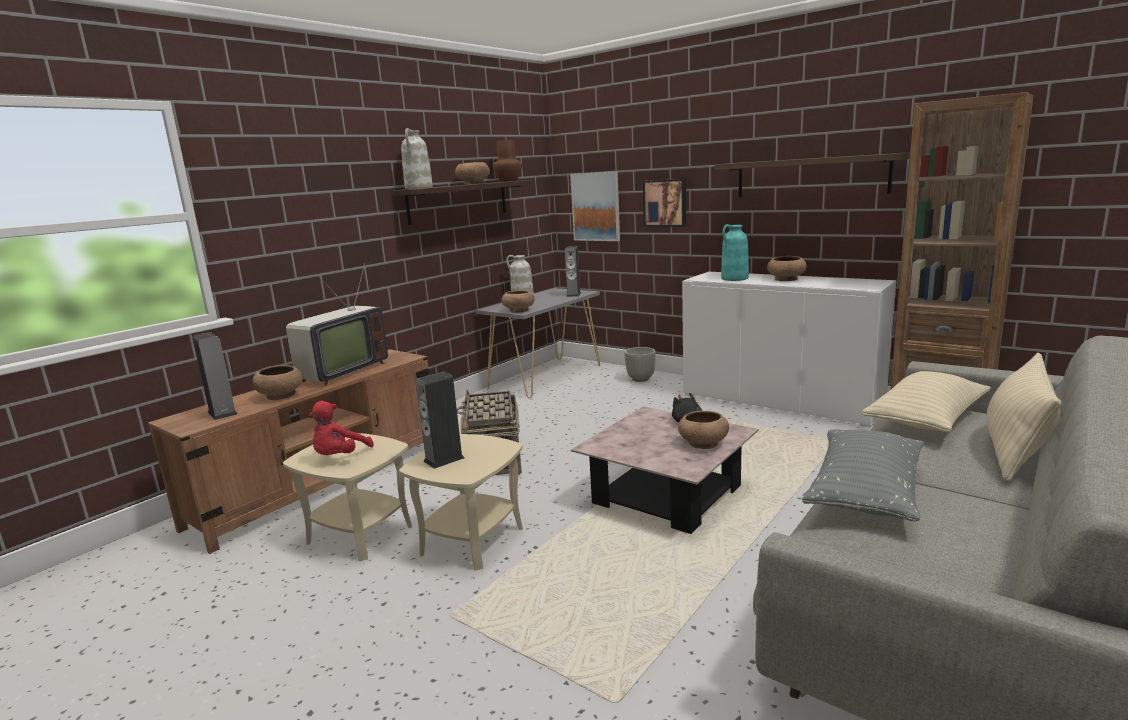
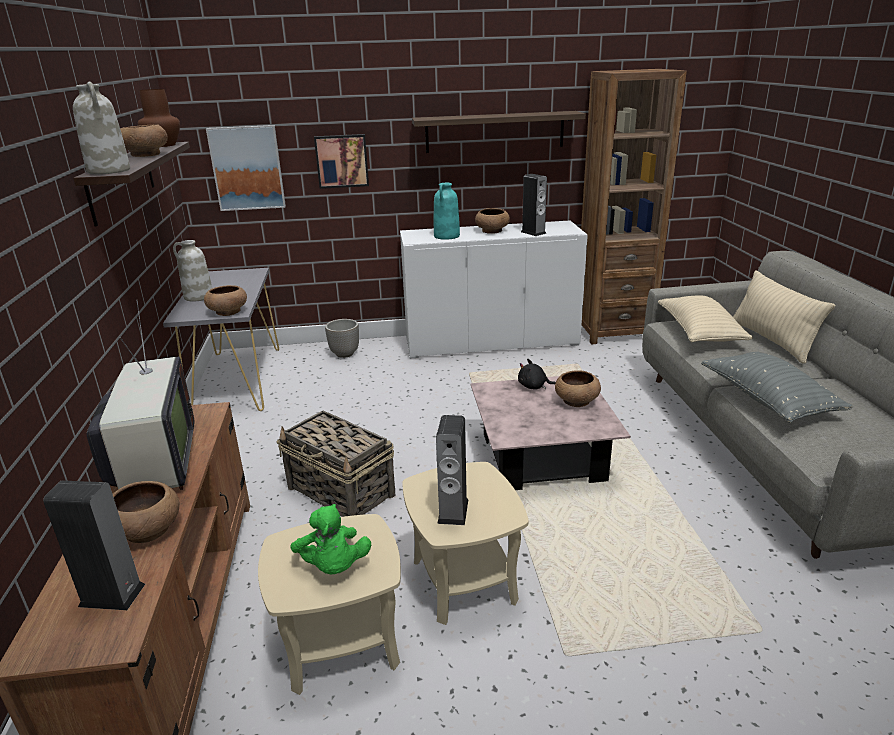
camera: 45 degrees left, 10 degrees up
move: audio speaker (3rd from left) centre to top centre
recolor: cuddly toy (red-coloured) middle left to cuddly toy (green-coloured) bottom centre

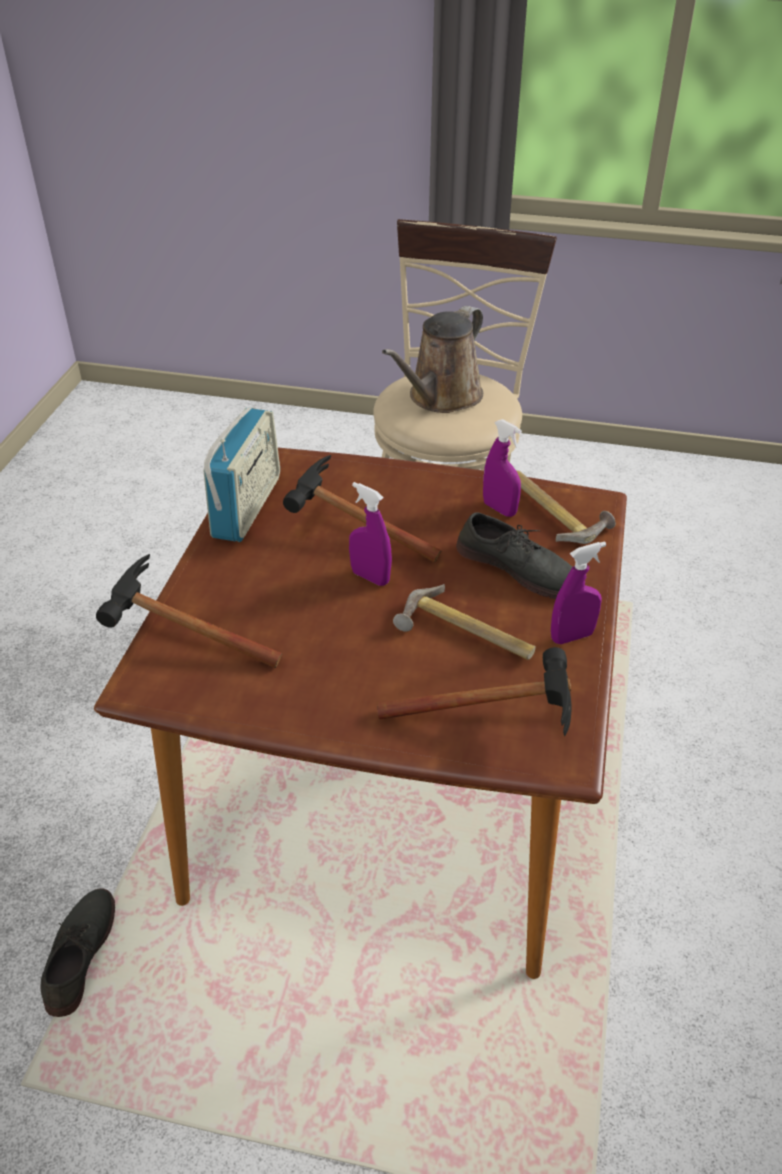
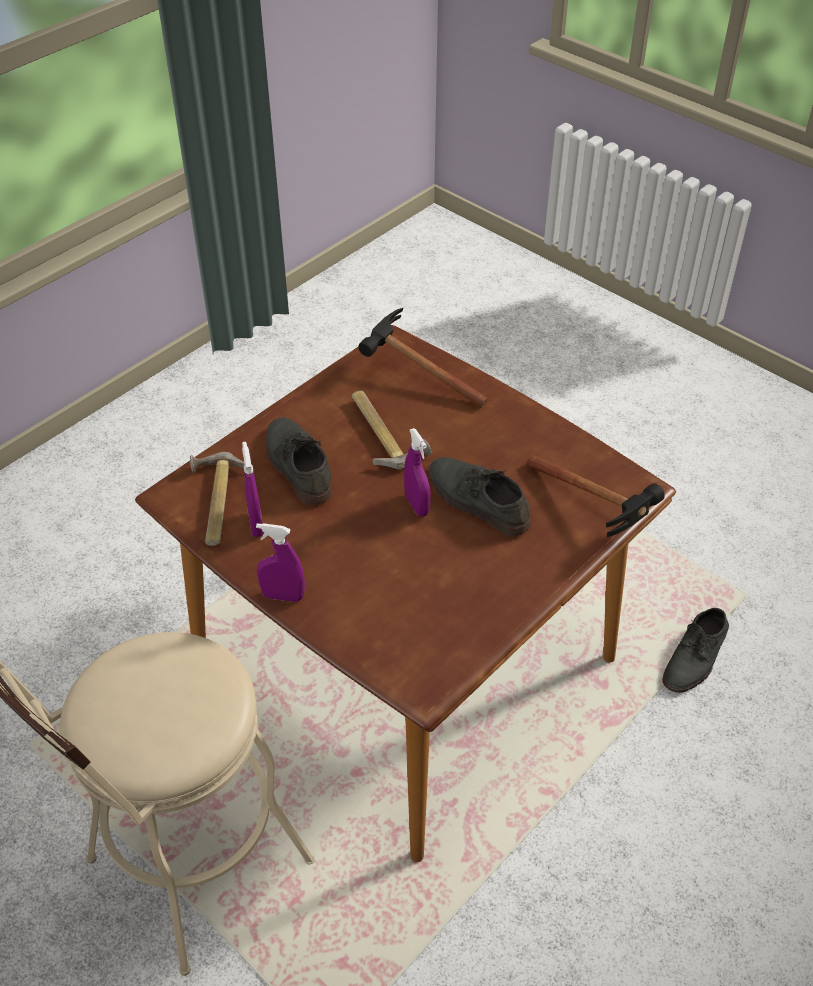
camera: 150 degrees left, 5 degrees up
delete: radio set middle left; hand hammer (2nd from left) centre; sprinkling can (brown-coloured) top centre
insert: item of footwear (grey) (2nd from left) centre
move: sprayer (purplish) (3rd from left in the first image) middle right to sprayer (purplish) (2nd from left) centre

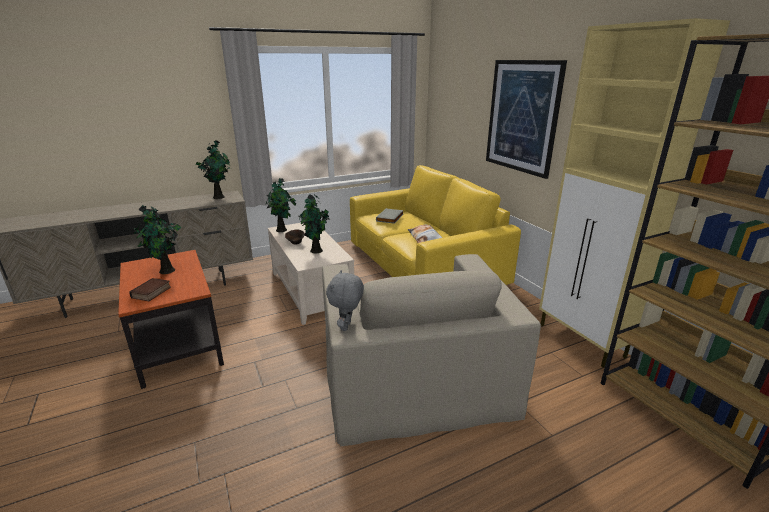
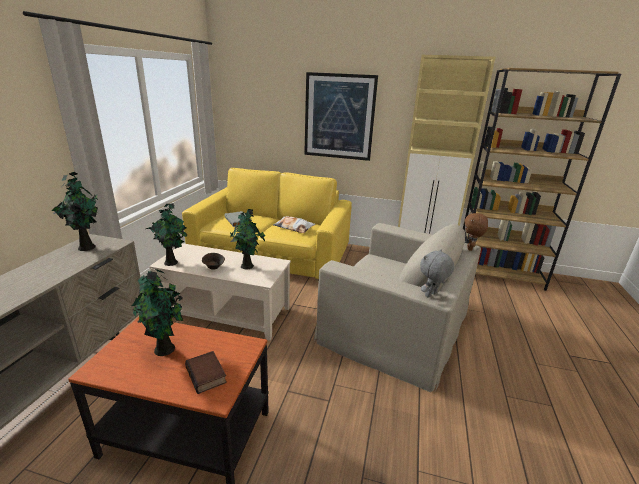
camera: 50 degrees left, 0 degrees up
insert: cuddly toy (brown-coloured) middle right
rotate: cuddly toy (grey) centre = middle right 90 degrees clockwise

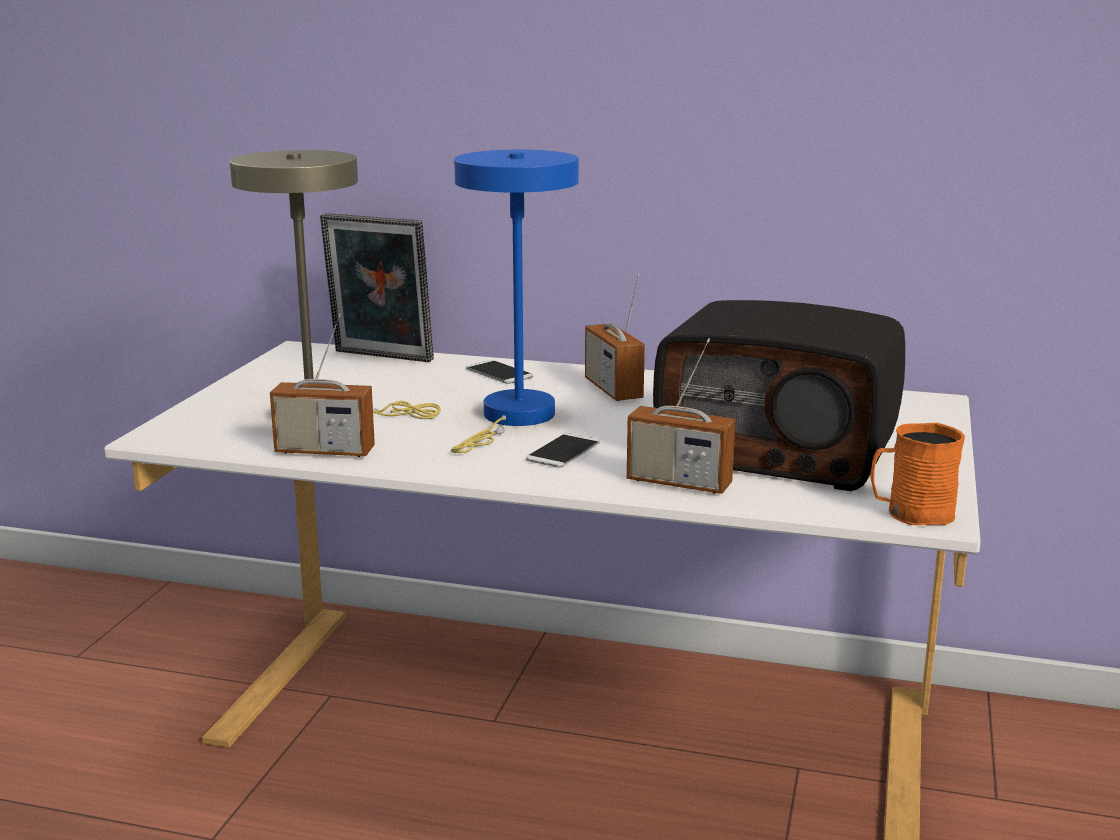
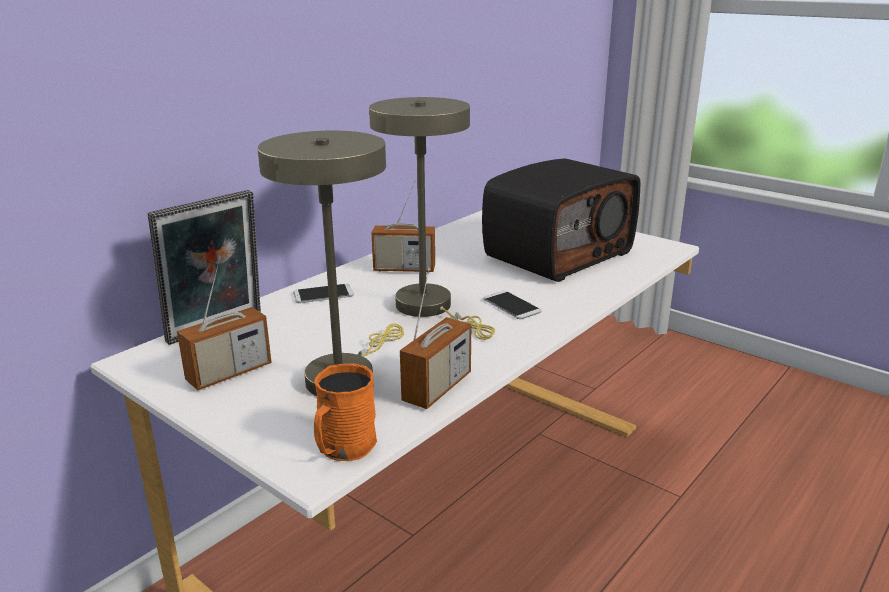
camera: 65 degrees left, 5 degrees up
move: radio set (3rd from left in the first image) centre to radio set (1st from left) middle left; mug (orange-coloured) middle right to bottom centre
recolor: tabletop lamp (bluish) centre to tabletop lamp (beige-coloured) (2nd from left) centre

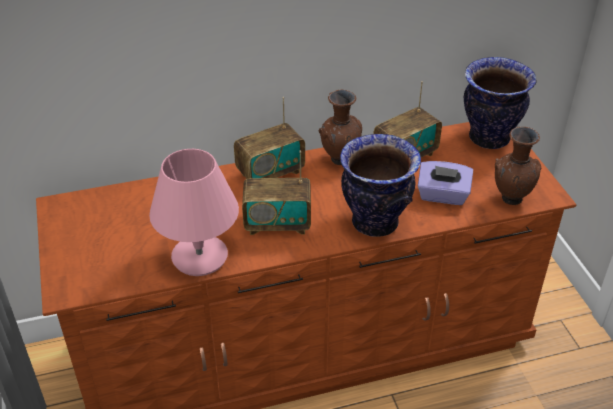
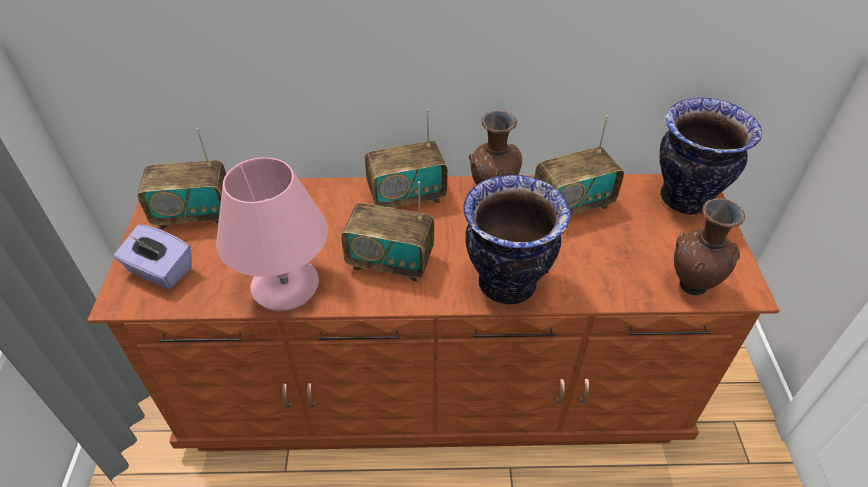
camera: 15 degrees right, 5 degrees up
insert: radio set (1st from left) middle left
move: tissue holder (purplish) middle right to middle left

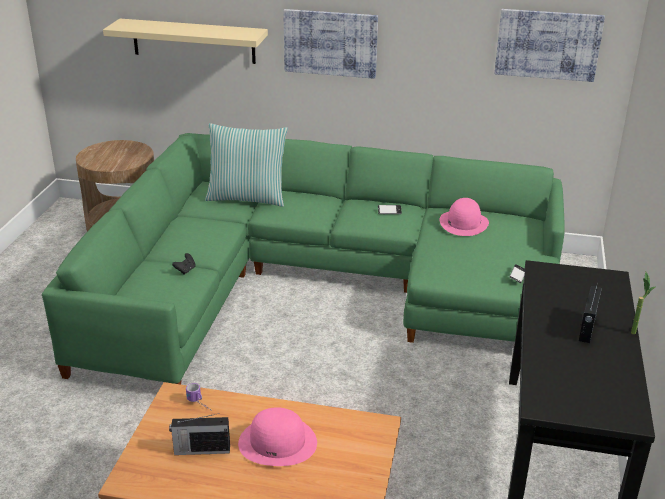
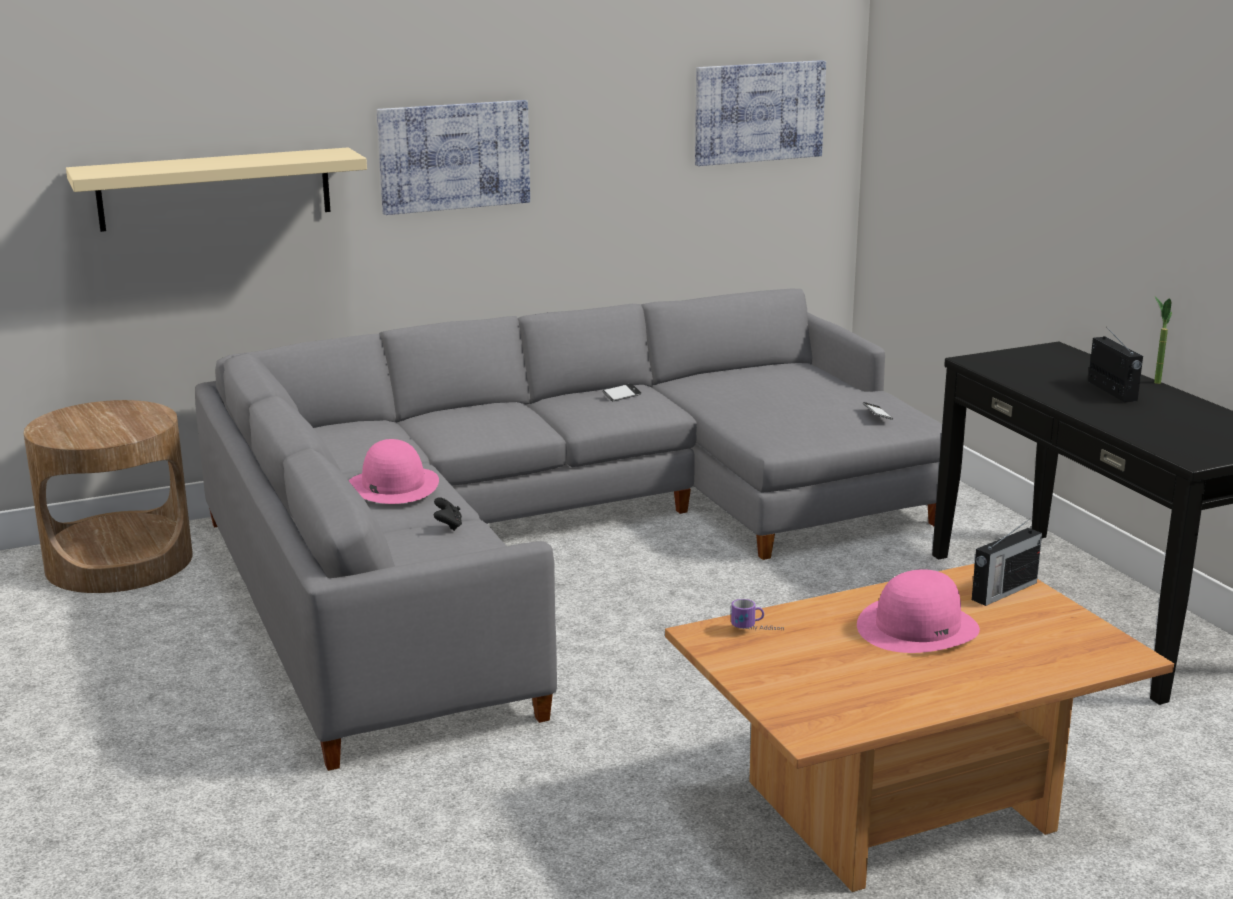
camera: 35 degrees left, 10 degrees down
delete: throw pillow top centre
move: hat (pinkish) (2nd from left in the first image) middle right to hat (pinkish) (1st from left) middle left; radio set (1st from left) bottom left to middle right
recolor: couch (green-coloured) centre to couch (grey) centre

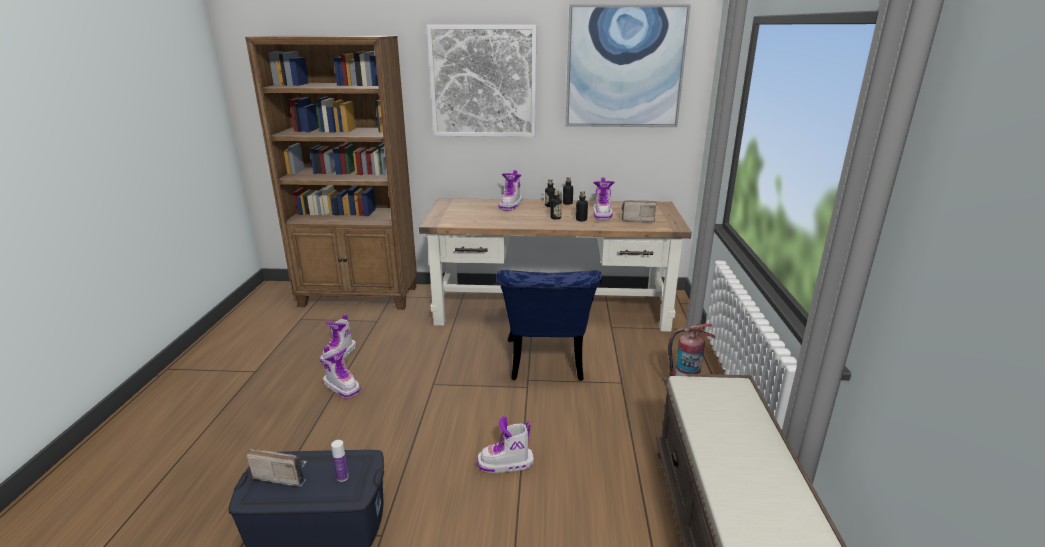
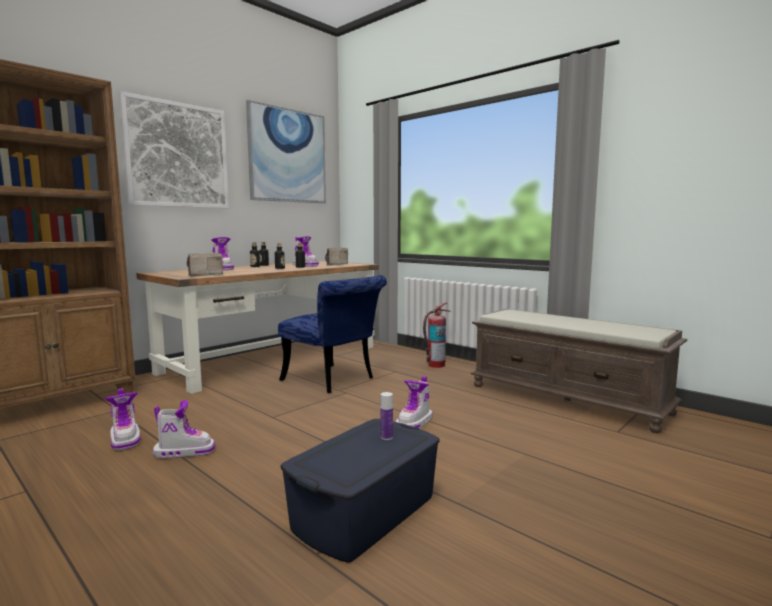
camera: 50 degrees left, 15 degrees down
move: radio set (1st from left) bottom left to middle left

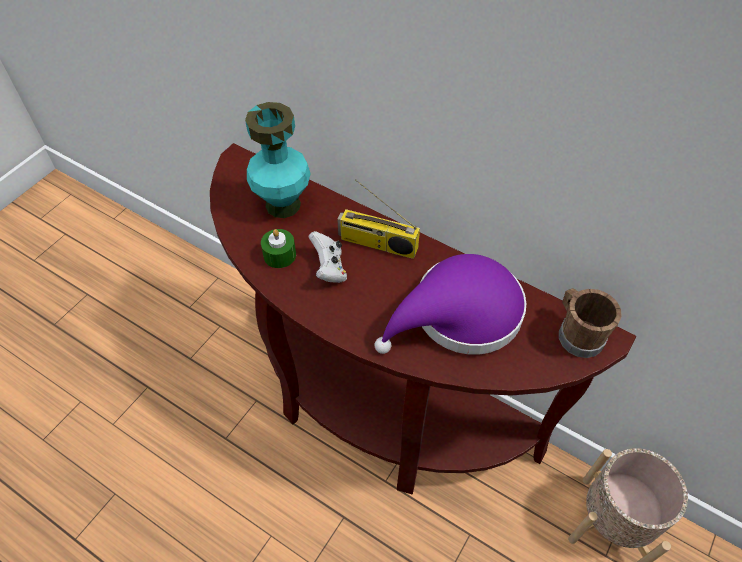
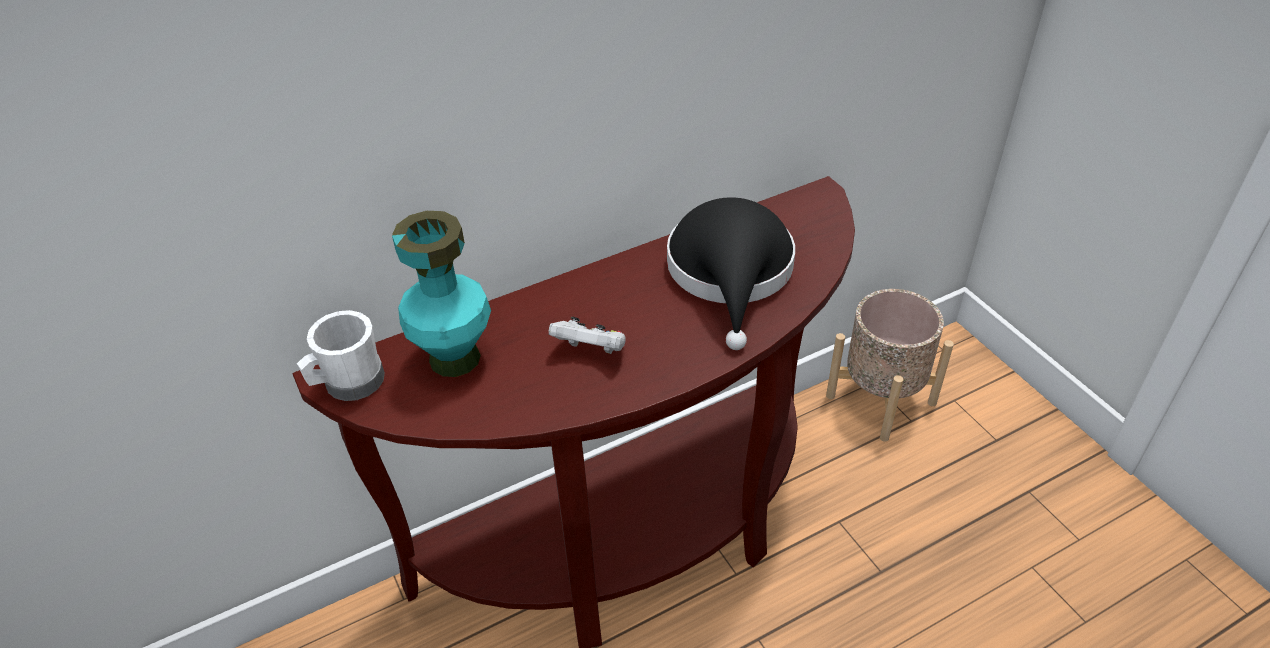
camera: 60 degrees left, 10 degrees down
delete: candle (green-coloured) centre; radio set centre; mug (brown-coloured) middle right
insert: mug (white-coloured) middle left
recolor: hat (purplish) centre to hat (black-coloured) centre

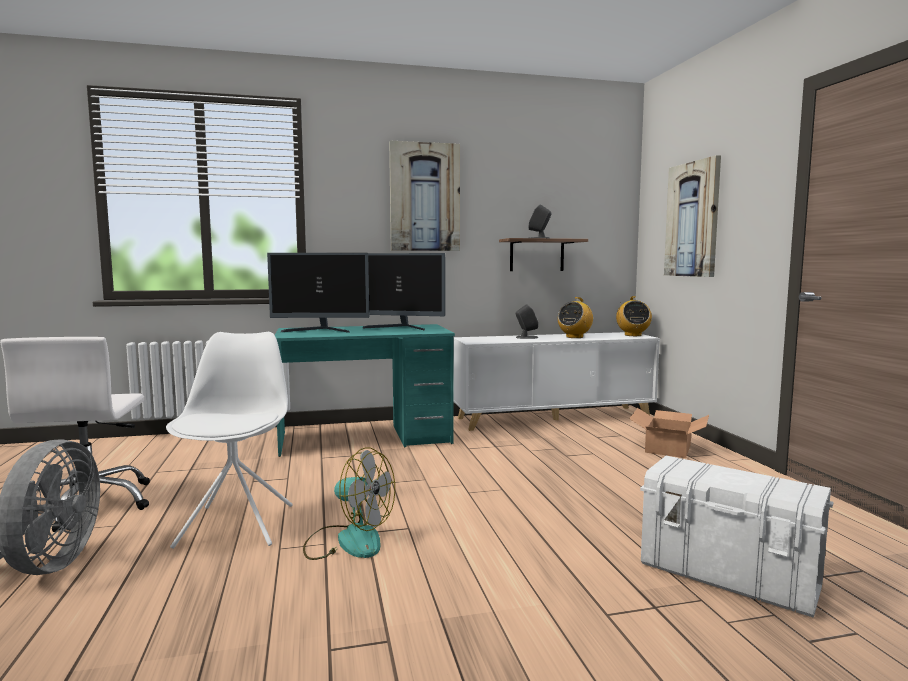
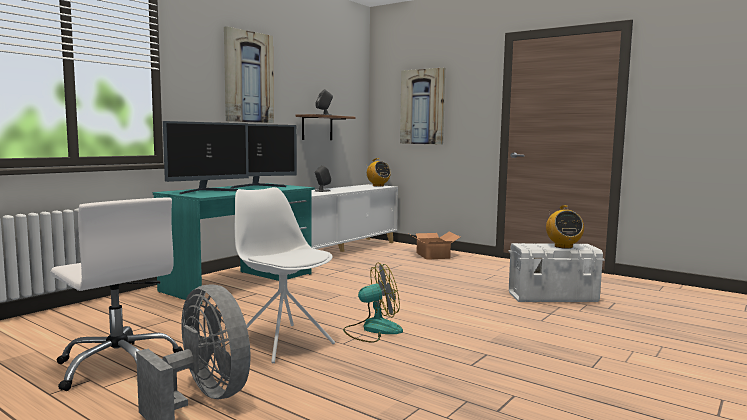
camera: 40 degrees left, 0 degrees up
move: radio set (1st from left in the first image) centre to radio set (2nd from left) middle right

